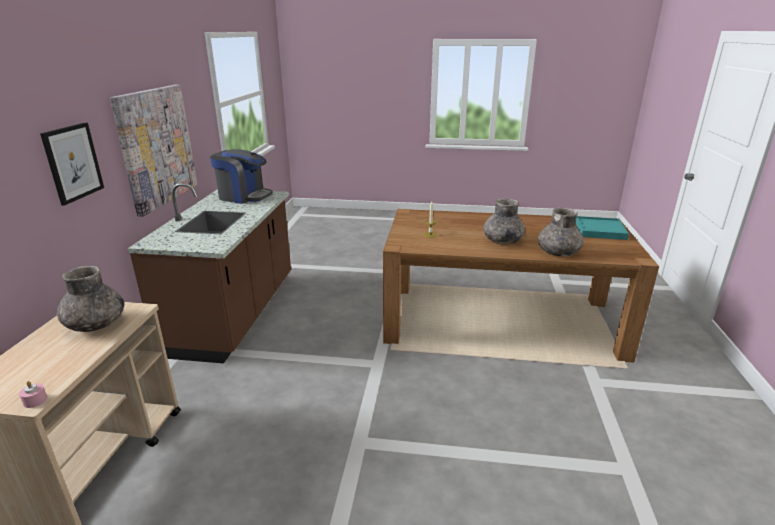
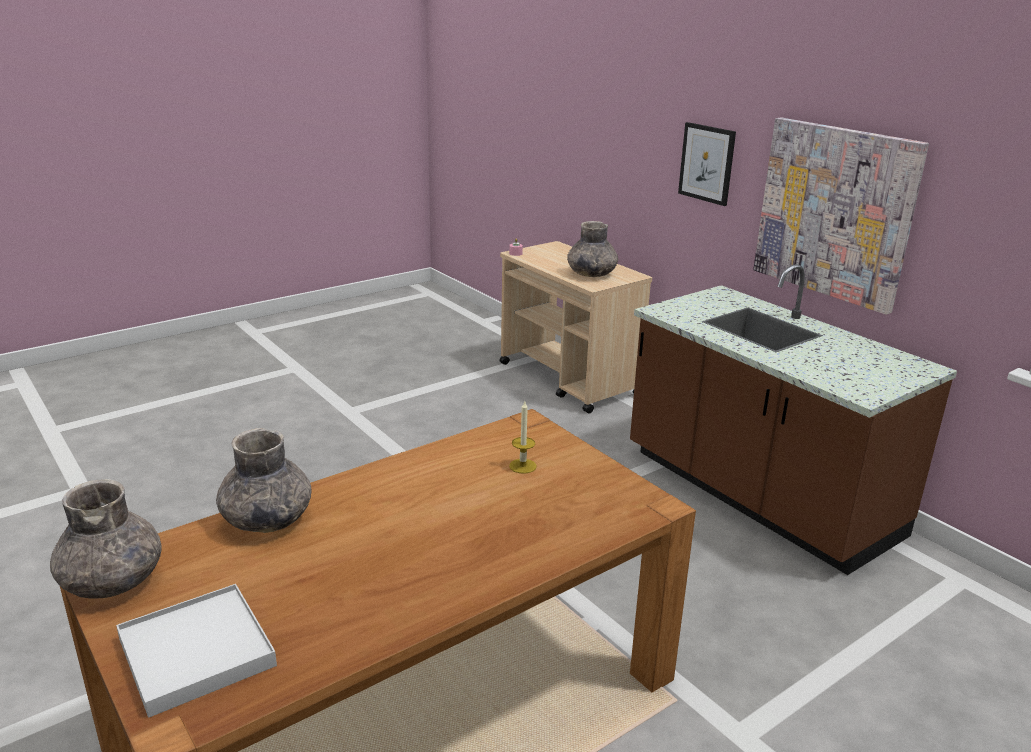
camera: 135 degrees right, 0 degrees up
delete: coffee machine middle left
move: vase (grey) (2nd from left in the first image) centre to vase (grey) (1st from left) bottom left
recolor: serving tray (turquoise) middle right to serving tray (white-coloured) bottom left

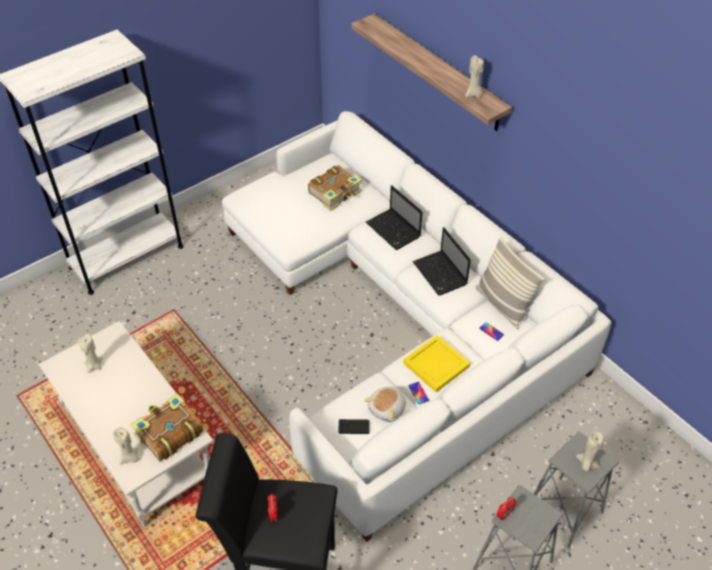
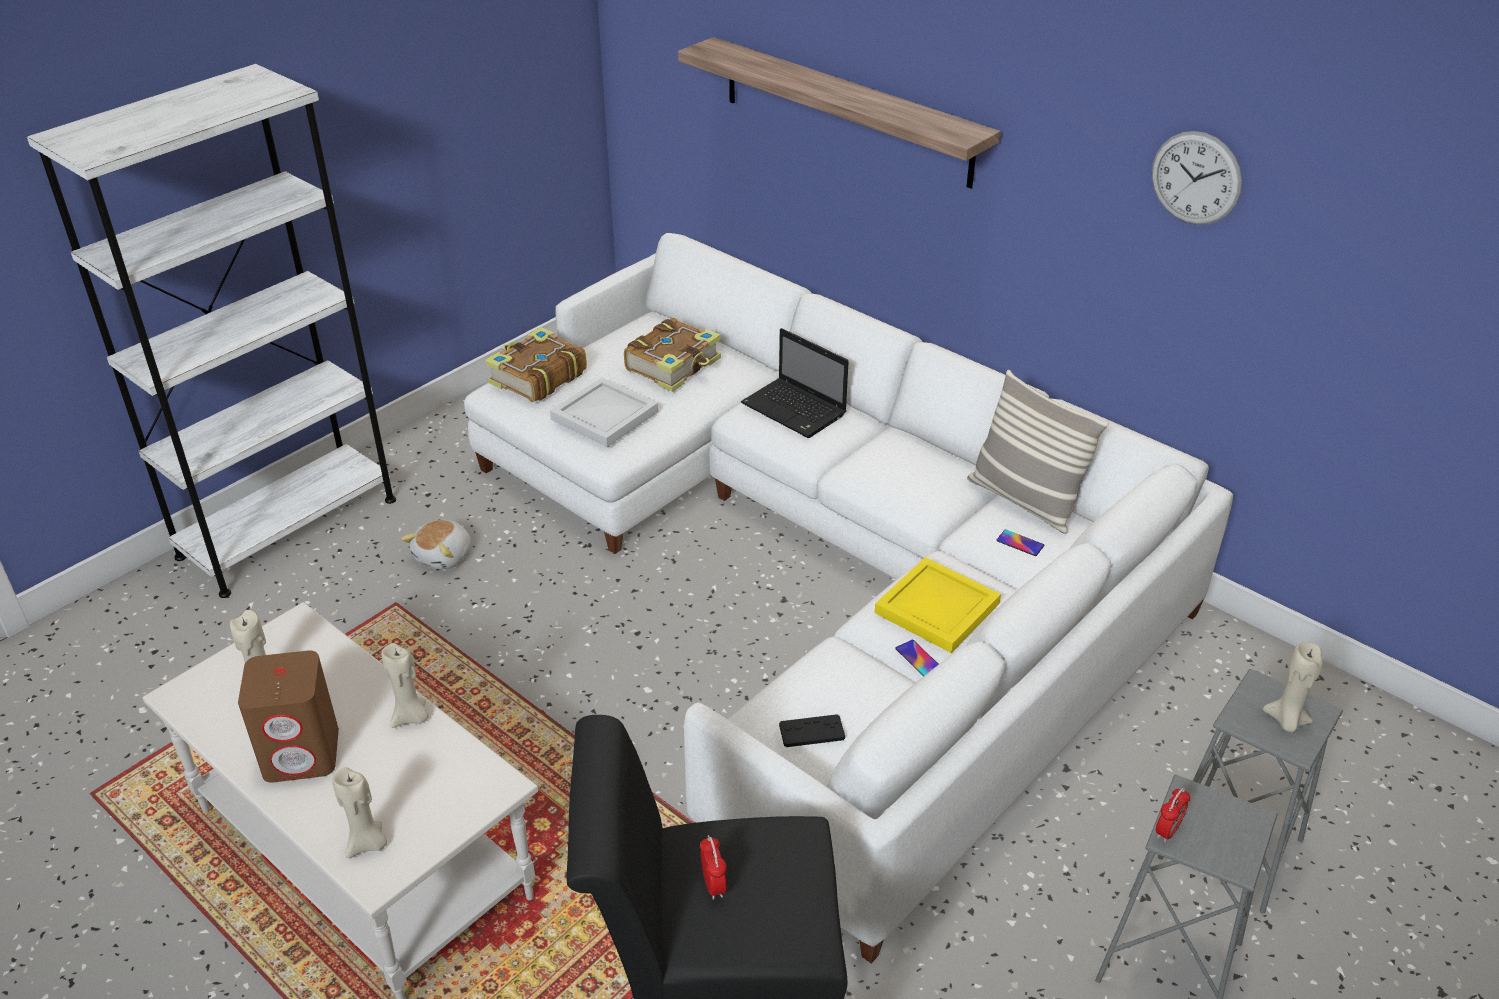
camera: 10 degrees left, 10 degrees down
delete: laptop (2nd from left) centre
insert: audio speaker (brown-coloured) bottom left; serving tray (white-coloured) centre; wall clock top right
move: candle (beige-coloured) (3rd from left) top right to bottom left; cuddly toy bottom centre to middle left; bound book (1st from left) bottom left to centre

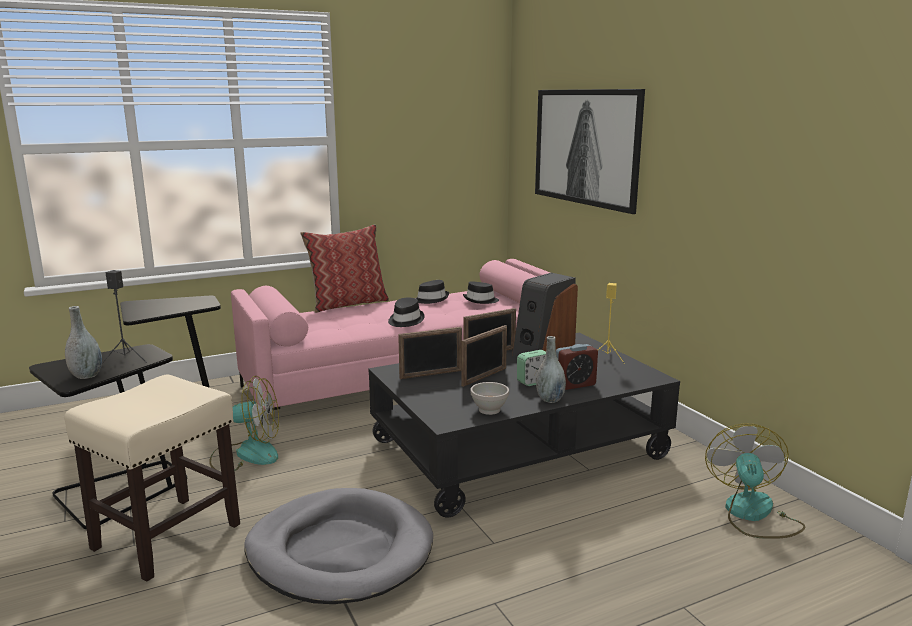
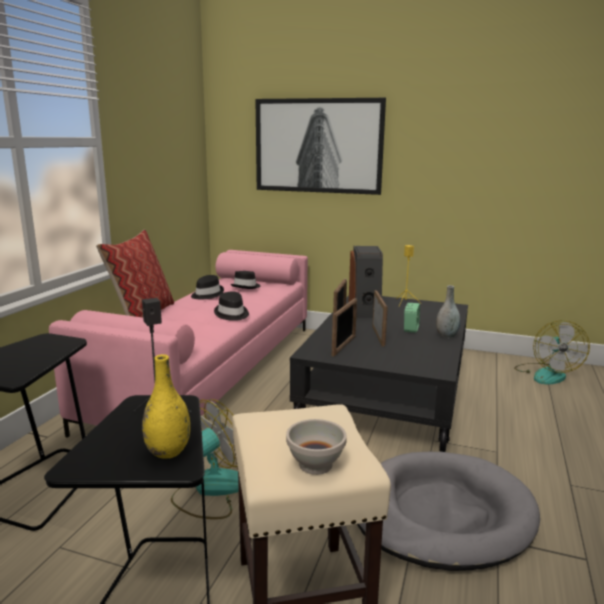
camera: 45 degrees left, 0 degrees up
delete: table clock (2nd from left) centre
move: bowl (white-coloured) centre to bottom centre
recolor: vase (grey) (1st from left) middle left to vase (yellow-coloured) bottom left
rotate: cooling fan (2nd from left) bottom right = middle right 135 degrees counterclockwise

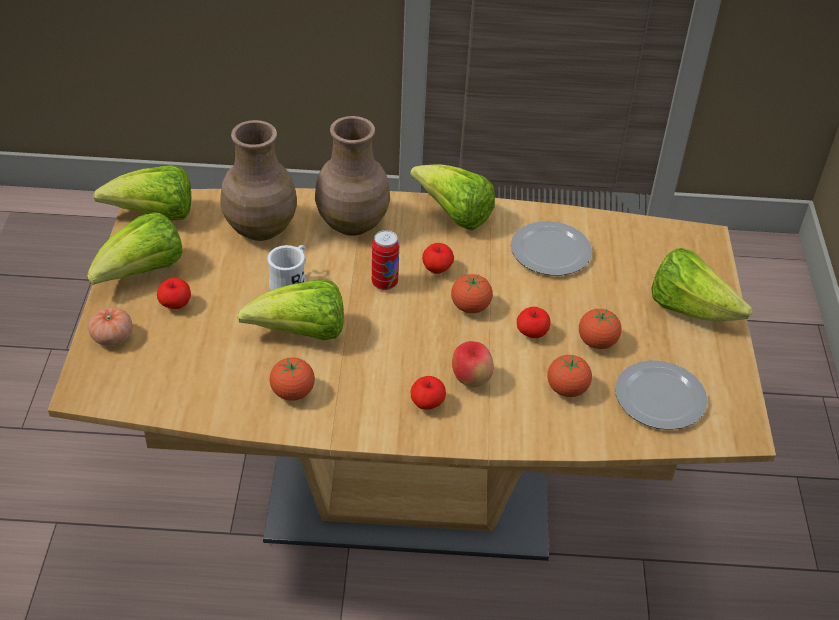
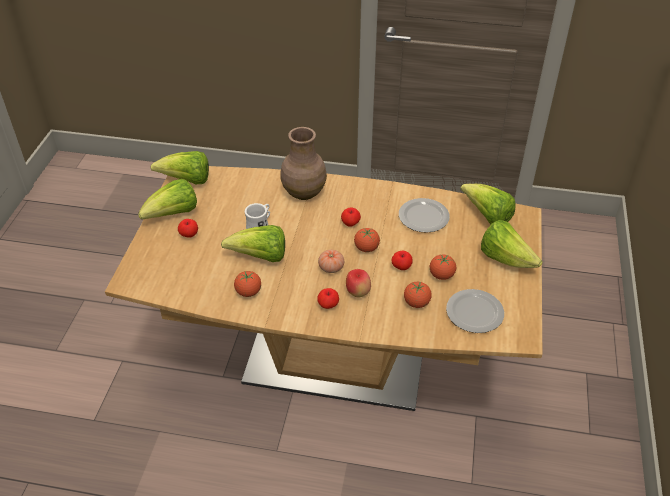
camera: 10 degrees right, 0 degrees up
delete: vase (brown-coloured) (1st from left) top left; can centre
move: whole tomato (1st from left in the first image) middle left to whole tomato (2nd from left) centre; lettuce (4th from left) top centre to middle right

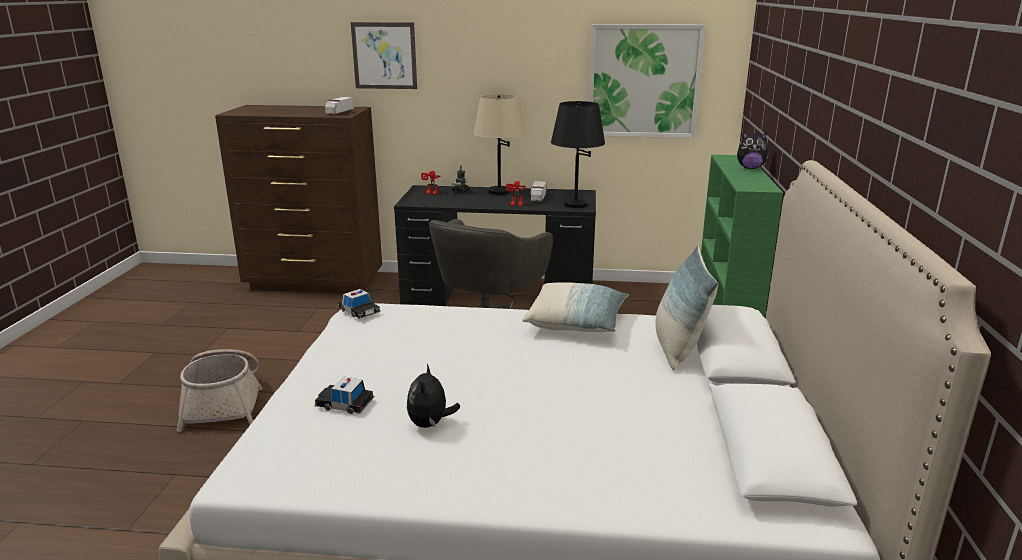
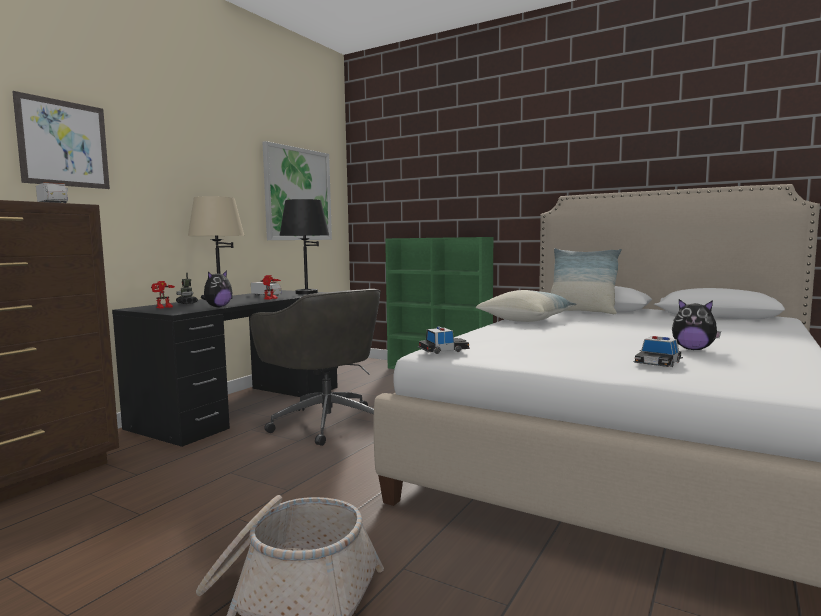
camera: 65 degrees left, 15 degrees down
move: cuddly toy (2nd from left in the first image) top right to cuddly toy (1st from left) middle left

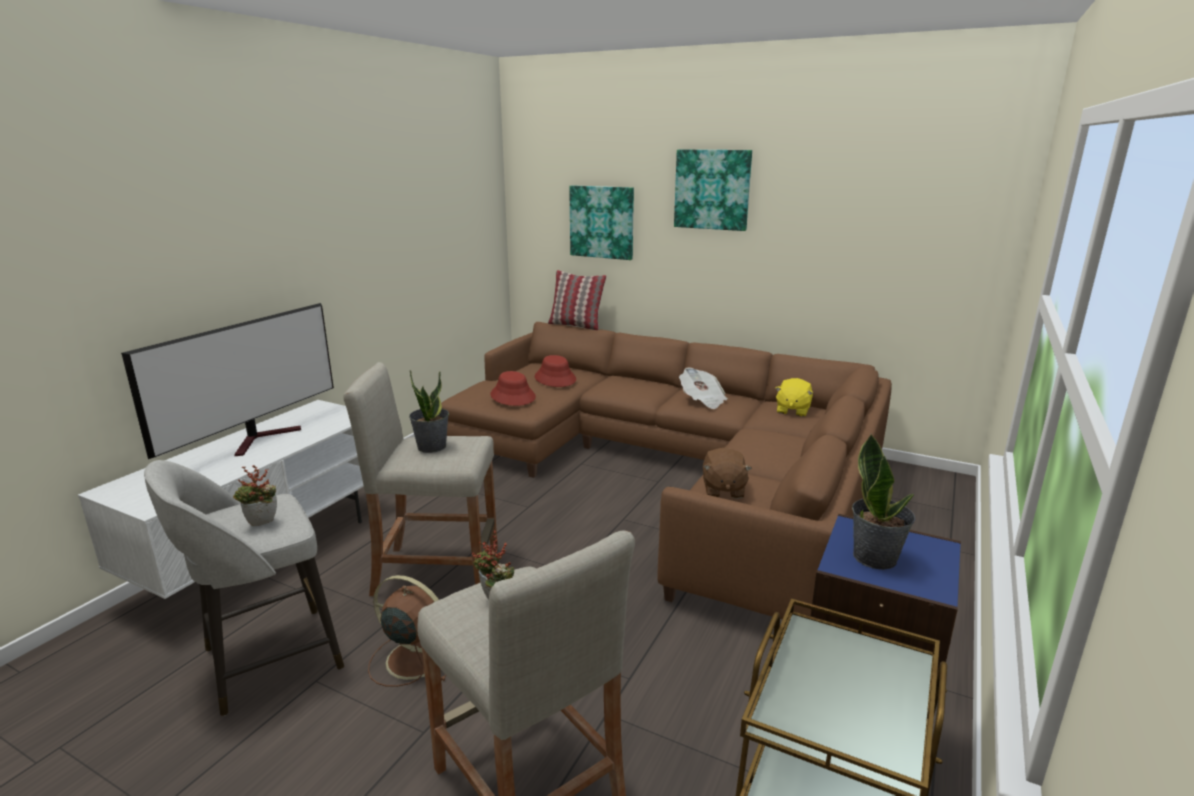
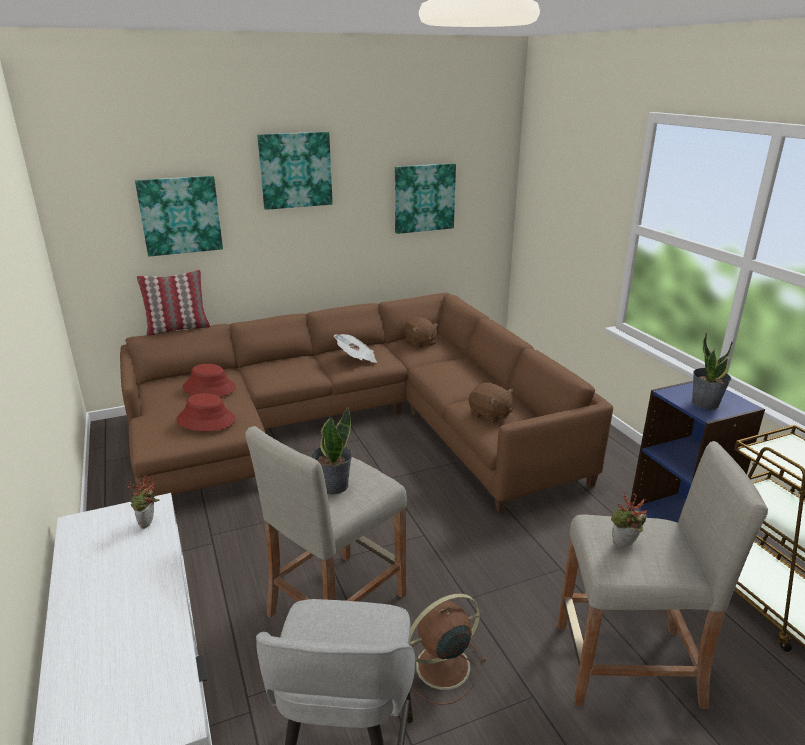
camera: 50 degrees left, 5 degrees up
delete: TV set middle left
insert: wall art (3rd from left) top centre
move: potted plant (1st from left) middle left to bottom left
recolor: cuddly toy (yellow-coloured) centre to cuddly toy (brown-coloured) (1st from left) centre

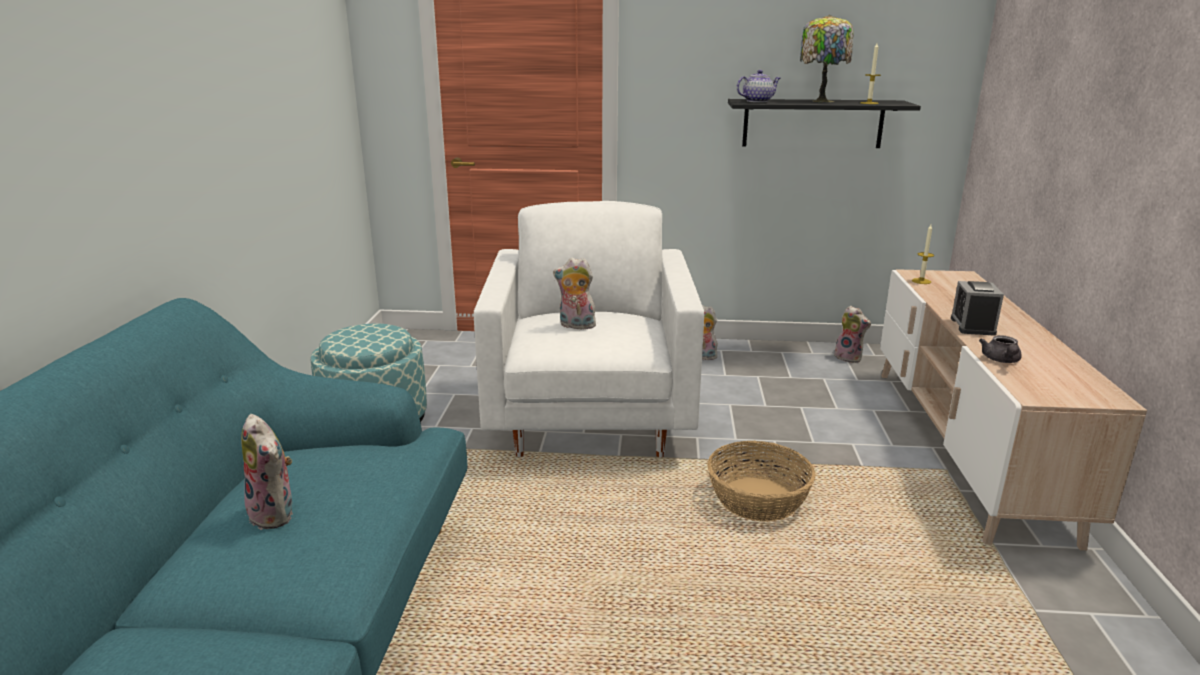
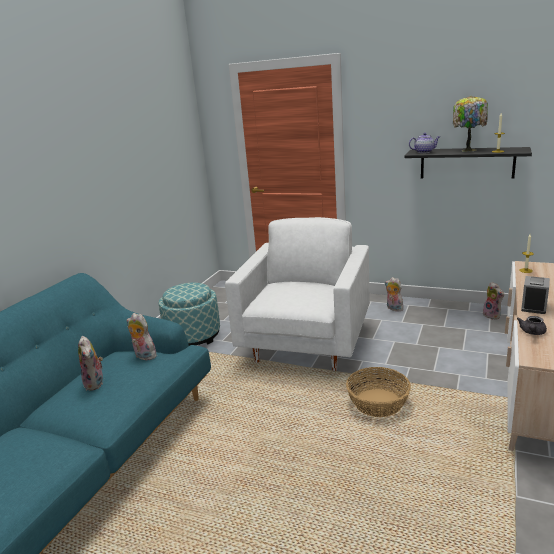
camera: 20 degrees right, 0 degrees up
move: cuddly toy (2nd from left) centre to middle left

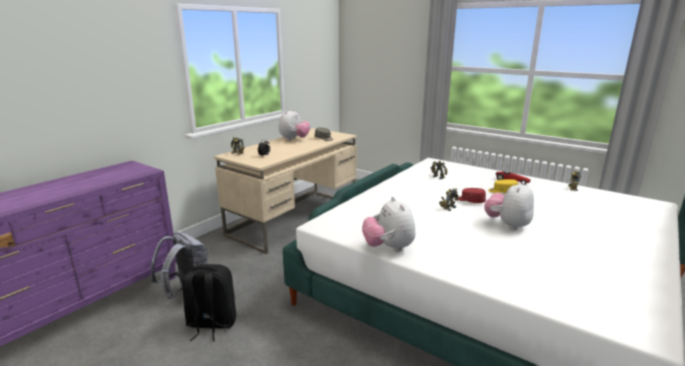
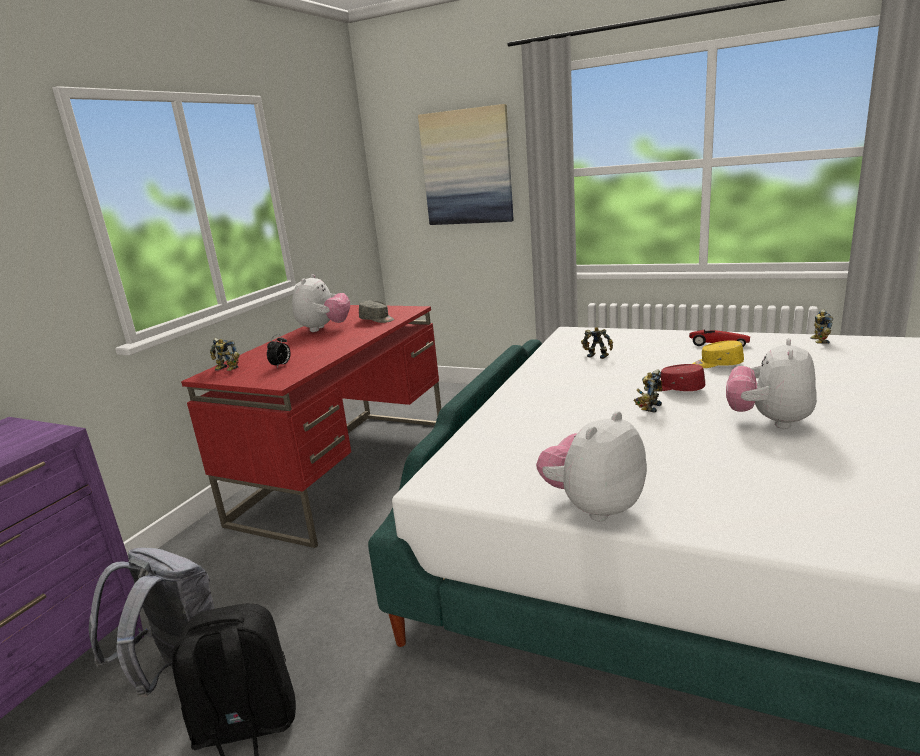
camera: 10 degrees left, 0 degrees up
insert: wall art top centre
recolor: desk unit (beige-coloured) centre to desk unit (red-coloured) centre
rotate: cuddly toy (2nd from left) centre = centre 75 degrees clockwise

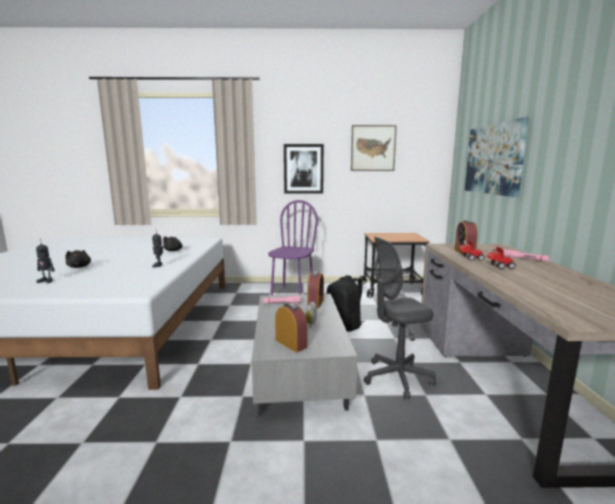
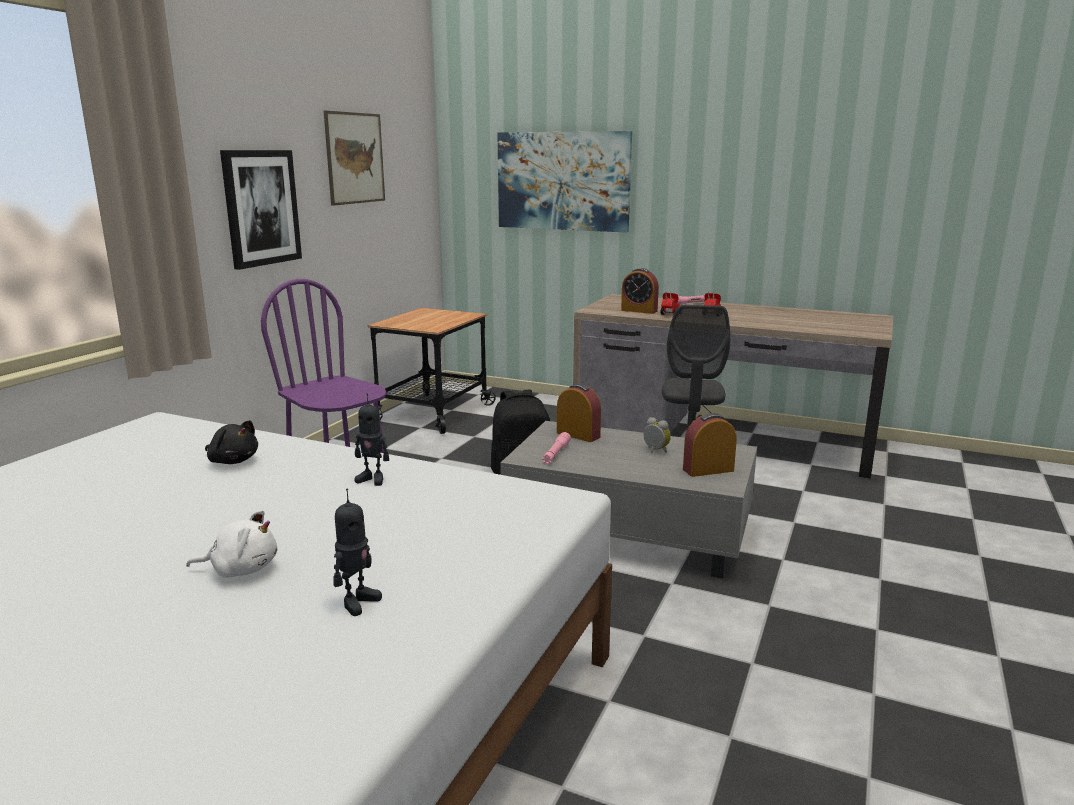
camera: 65 degrees left, 5 degrees up
recolor: cuddly toy (black-coloured) (1st from left) middle left to cuddly toy (white-coloured) bottom left

